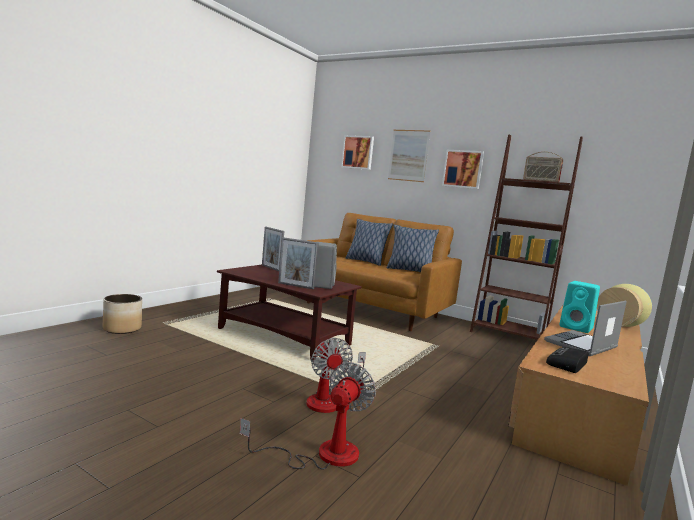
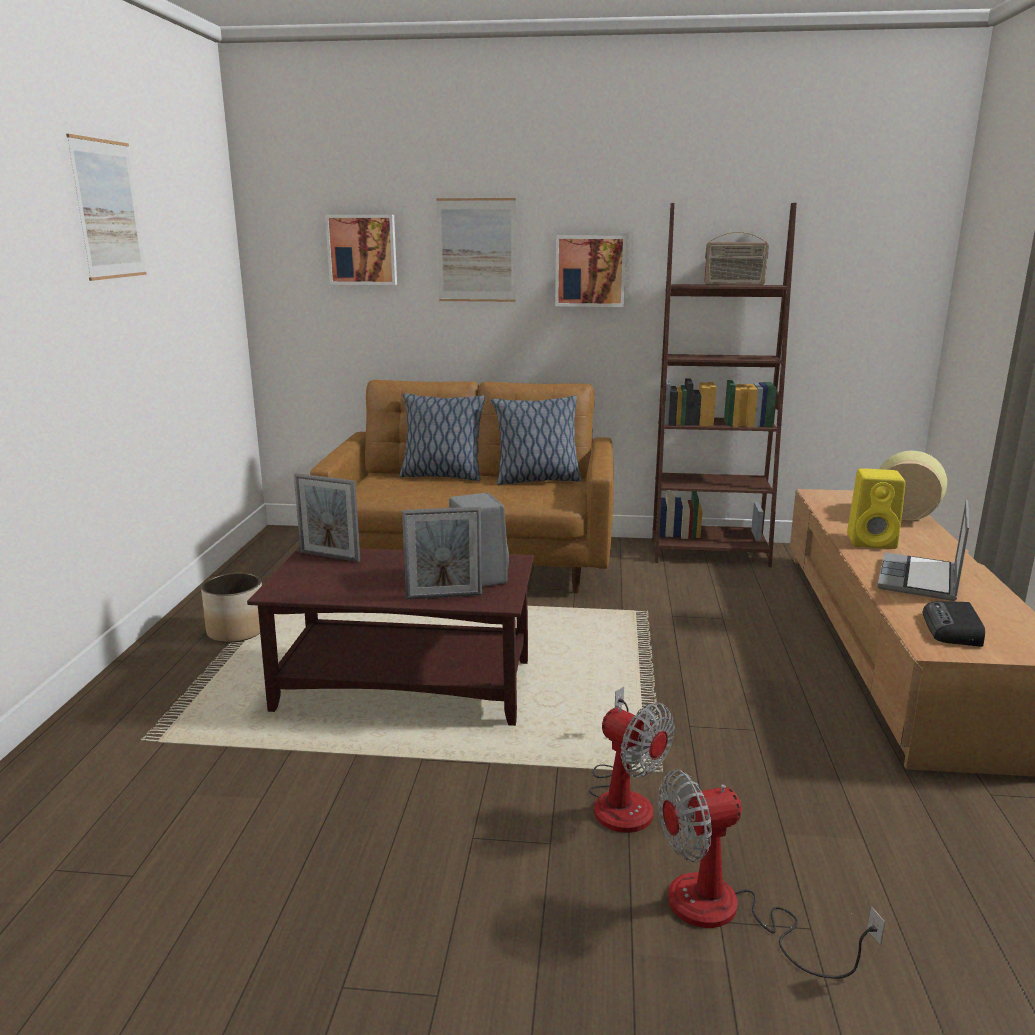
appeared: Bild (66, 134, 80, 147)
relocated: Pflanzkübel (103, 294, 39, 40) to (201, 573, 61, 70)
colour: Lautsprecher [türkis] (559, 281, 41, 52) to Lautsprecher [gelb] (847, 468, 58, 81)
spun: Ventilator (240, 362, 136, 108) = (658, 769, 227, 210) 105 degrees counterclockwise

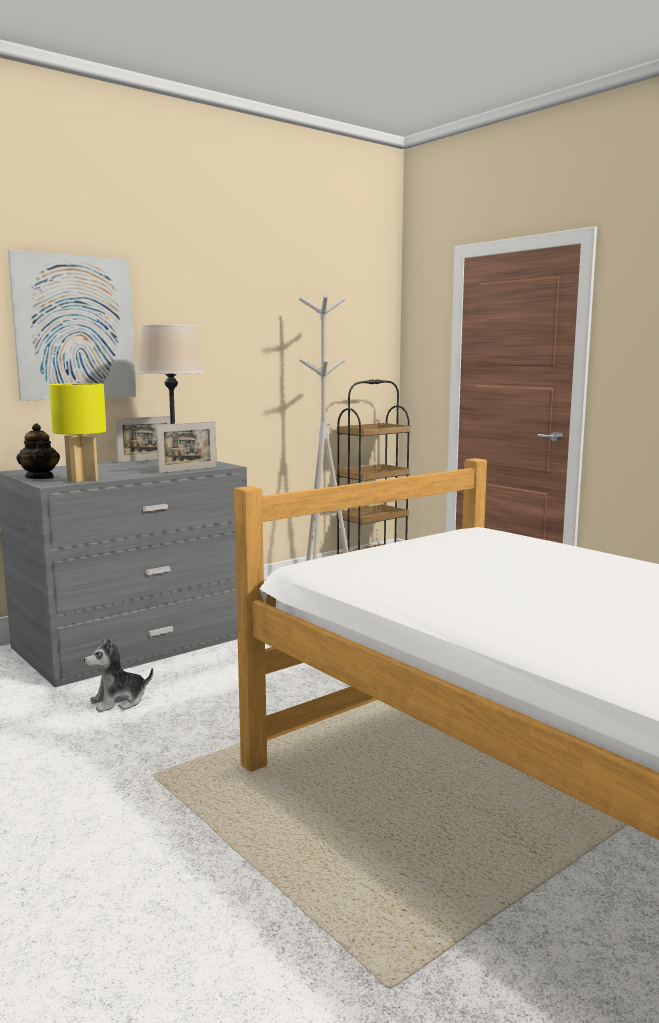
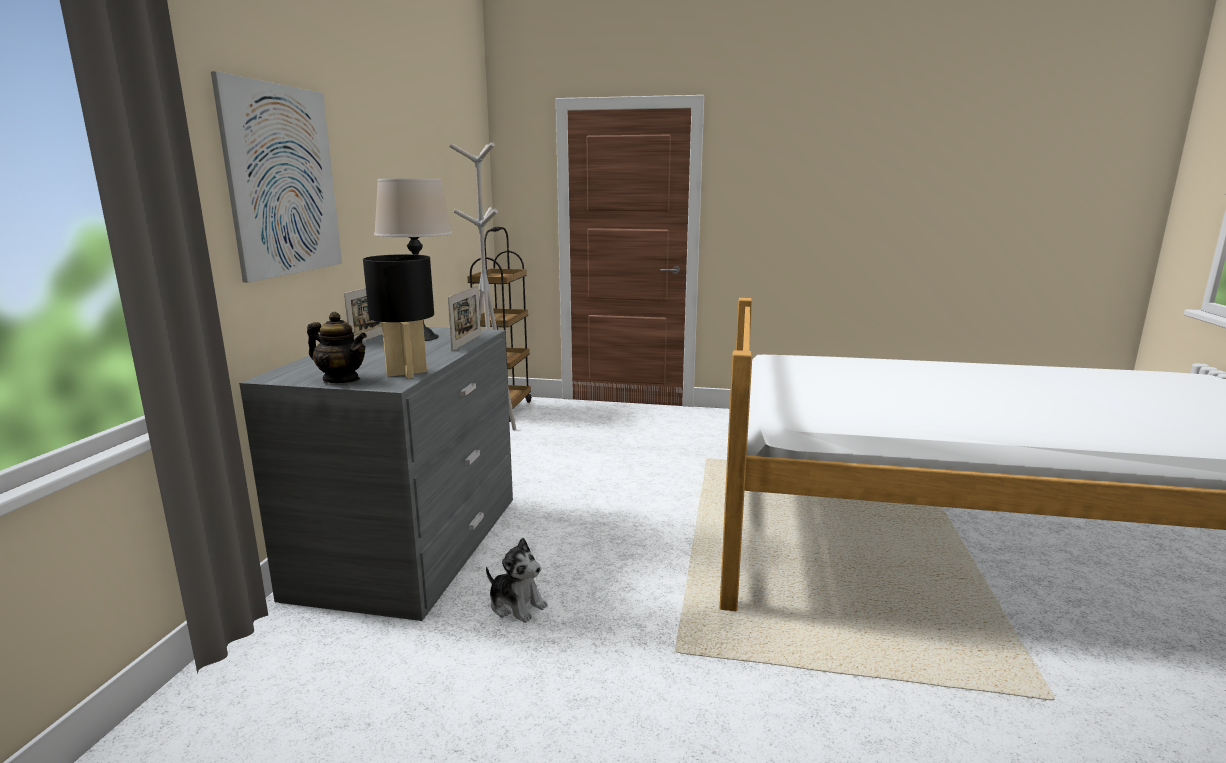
colour: Tischlampe [gelb] (49, 383, 57, 100) to Tischlampe [schwarz] (363, 254, 71, 125)
spun: Plüschtier (84, 638, 69, 74) = (486, 537, 62, 86) 75 degrees counterclockwise

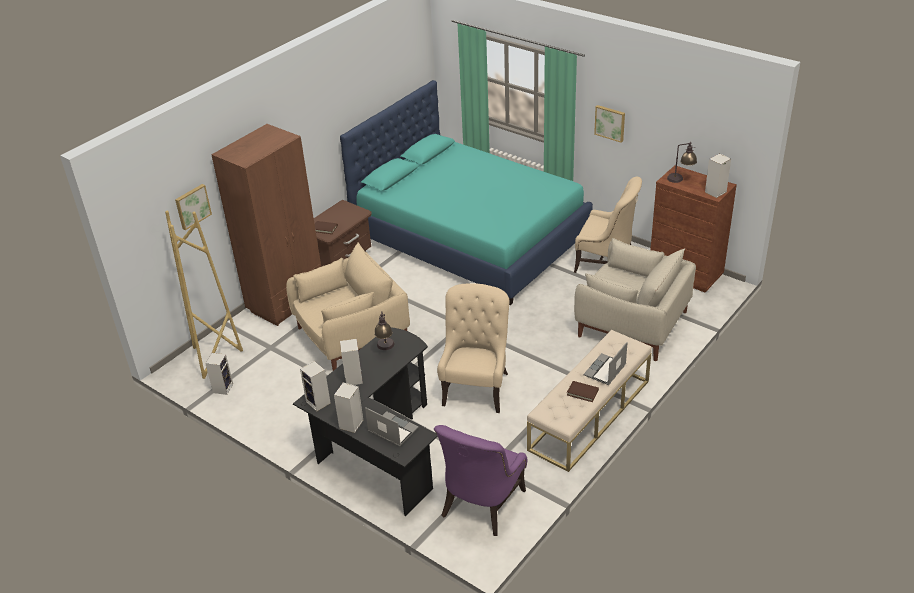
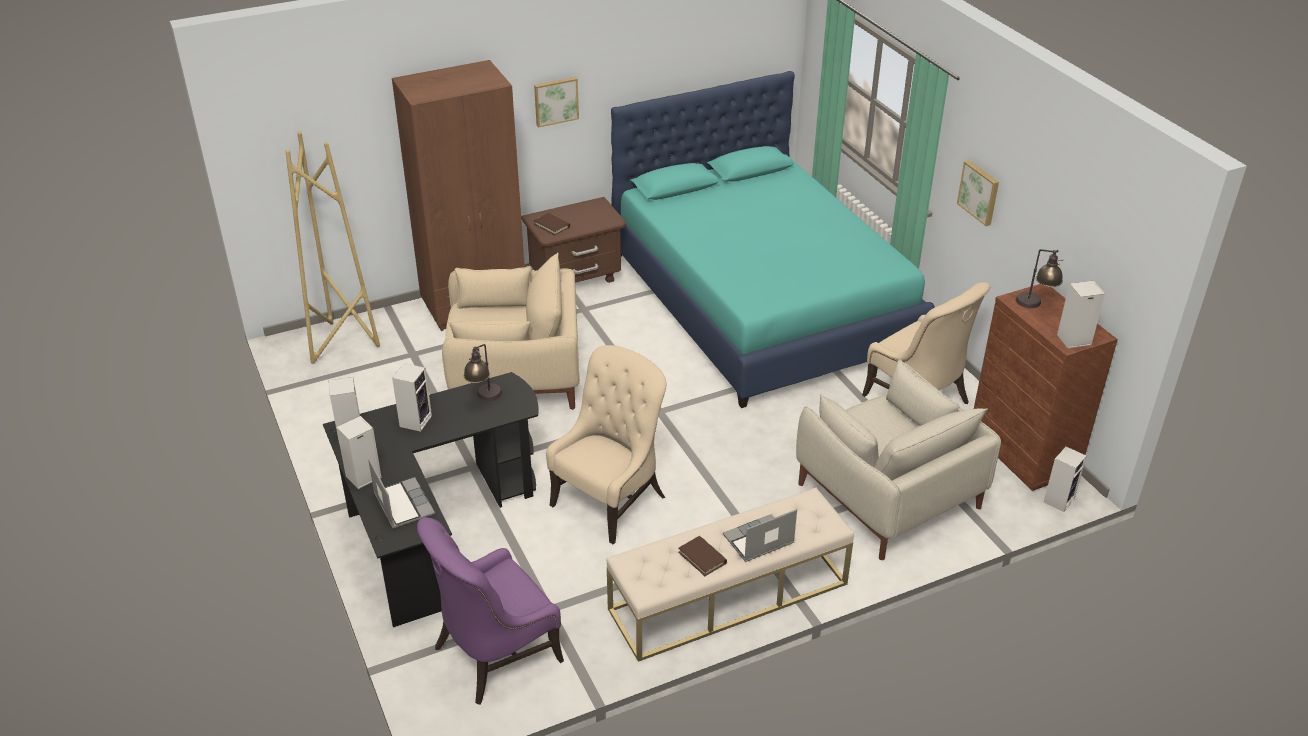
relocated: Bild (175, 184, 37, 46) to (534, 77, 45, 51); Lautsprecher (205, 353, 28, 42) to (1044, 446, 43, 66)

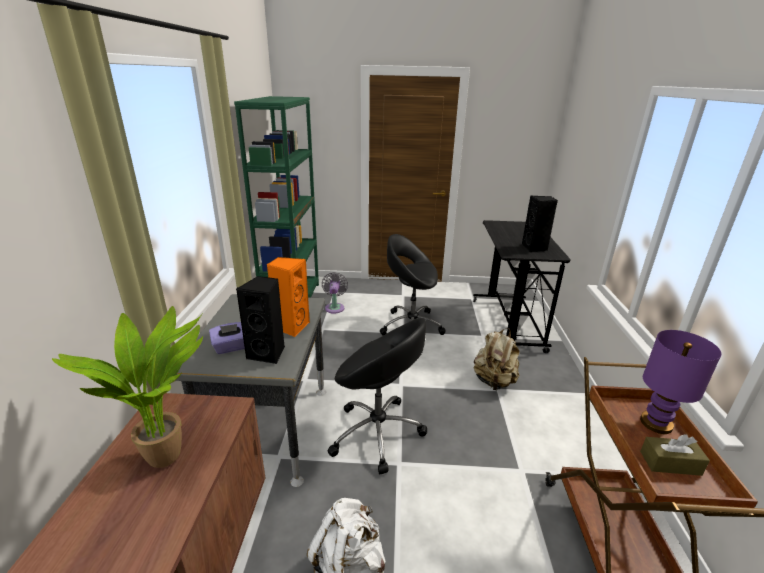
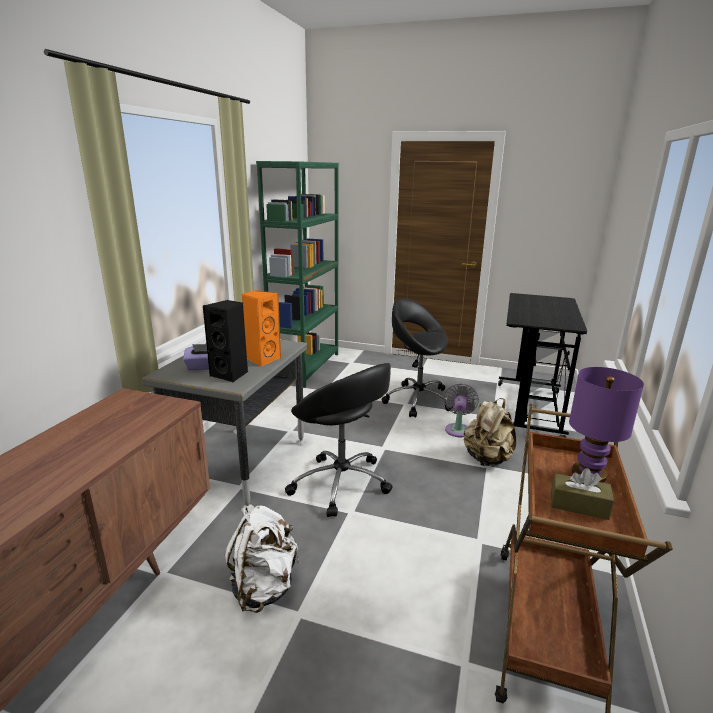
missing: Lautsprecher [schwarz] (522, 195, 36, 57); Topfpflanze (52, 306, 151, 162)
relocated: Ventilator [grau] (322, 272, 26, 42) to (444, 384, 35, 53)

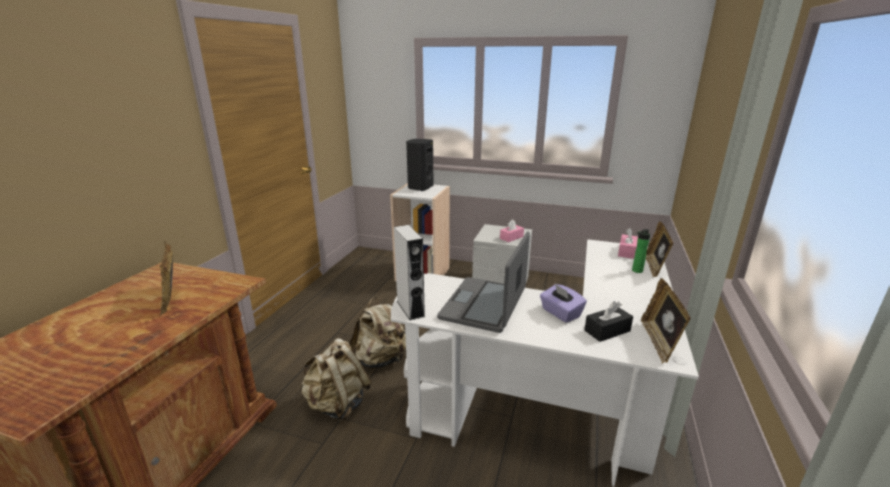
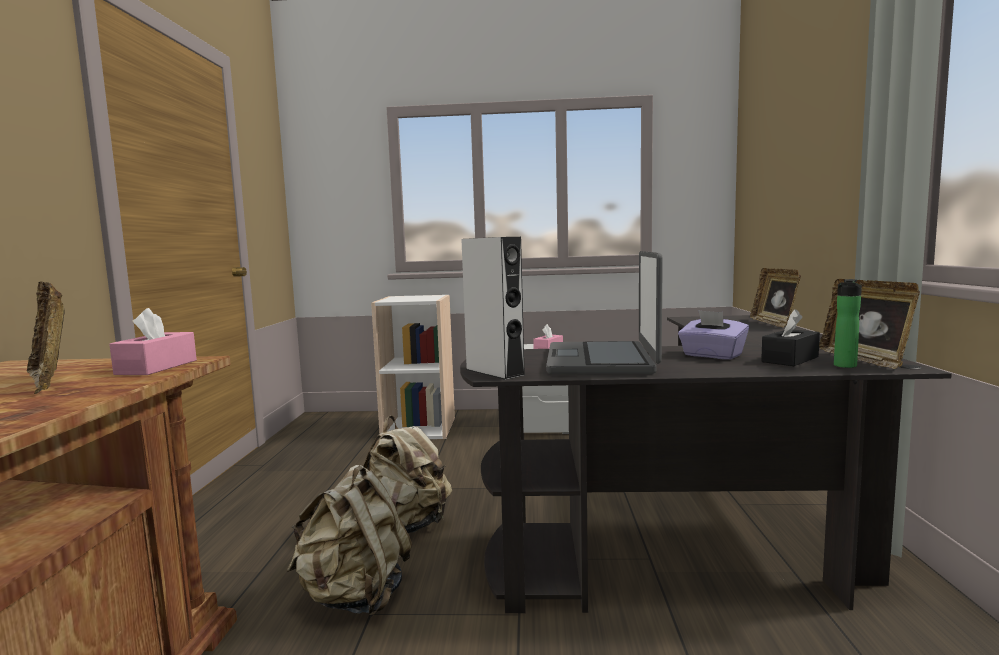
missing: Lautsprecher [schwarz] (406, 139, 28, 52)
relocated: Taschentuchbox [rosa] (618, 228, 20, 31) to (109, 308, 88, 67); Flasche (632, 229, 18, 44) to (834, 279, 28, 89)
colour: Schreibtisch [weiß] (391, 239, 308, 247) to Schreibtisch [schwarz] (460, 315, 492, 298)

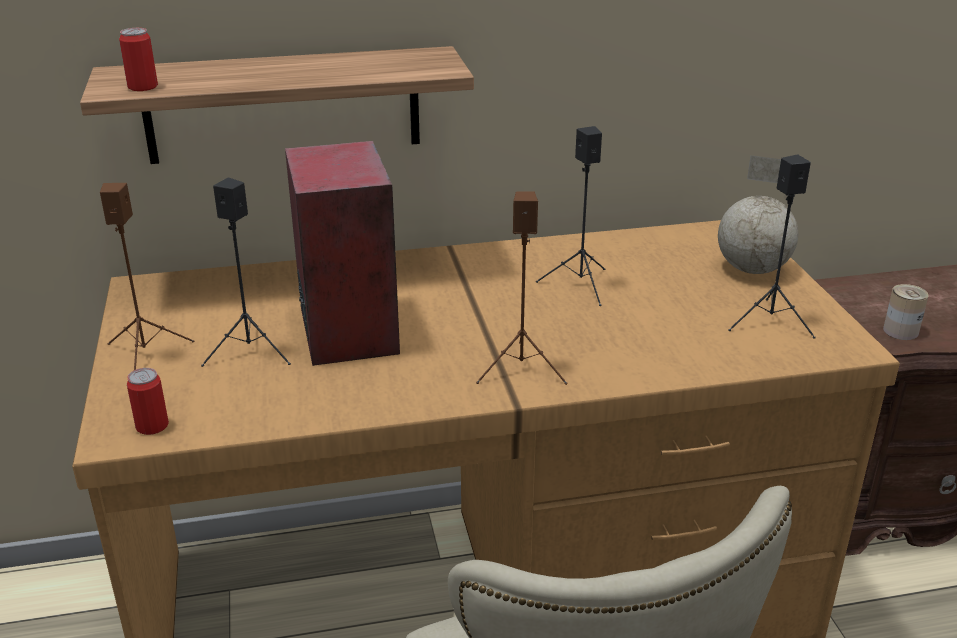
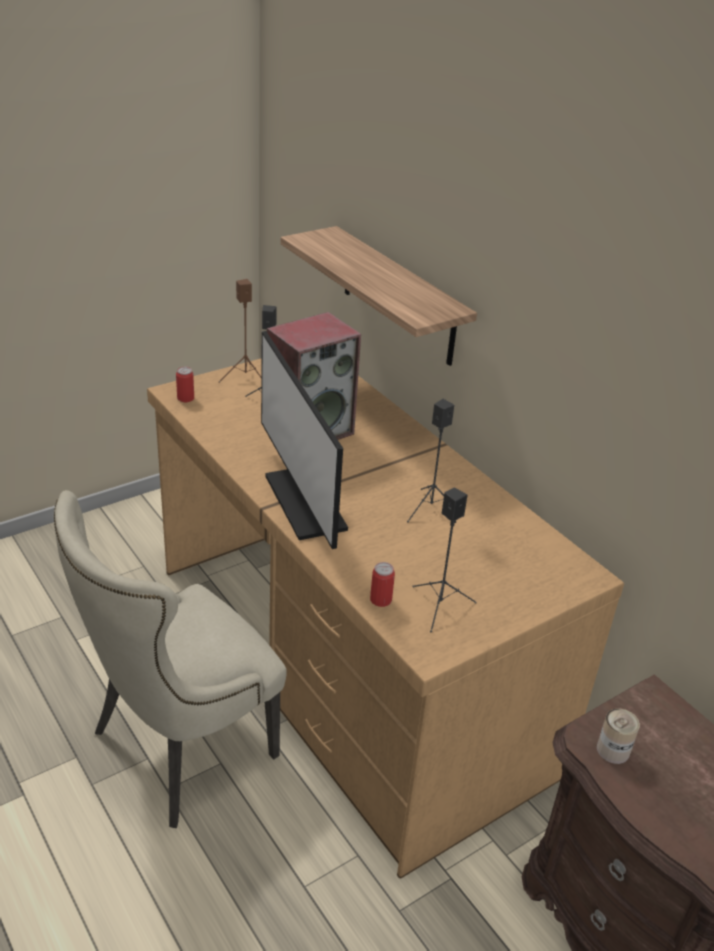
missing: Globus (718, 155, 80, 119)
relocated: Dose (119, 28, 39, 63) to (370, 562, 25, 45)
exchanged: Lautsprecher [braun] (476, 191, 91, 194) to Monitor (261, 331, 87, 218)

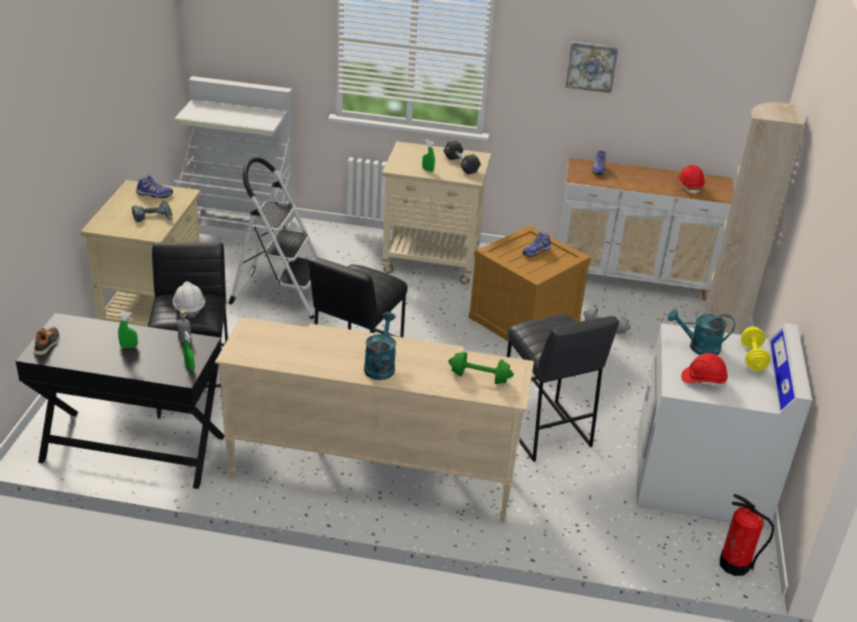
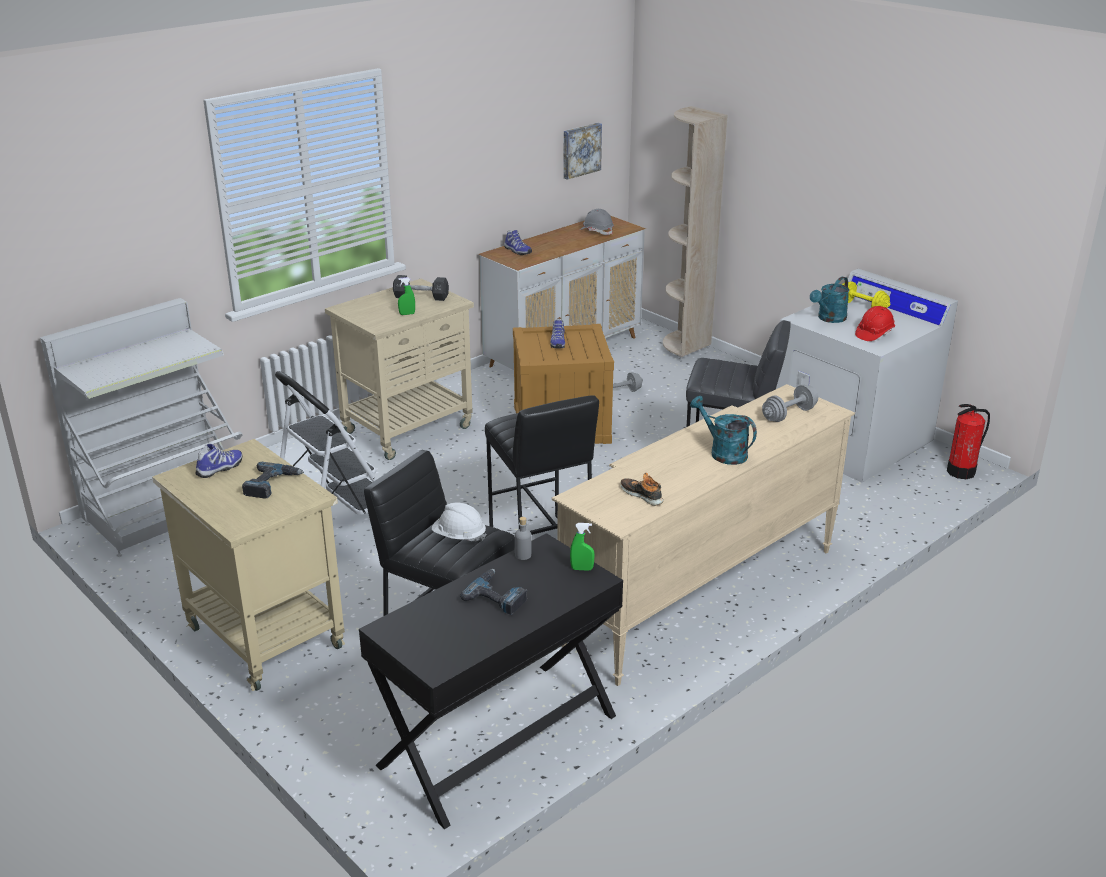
relocated: Bild (565, 41, 53, 52) to (563, 123, 39, 57); Schuh (33, 327, 27, 28) to (620, 473, 44, 33)
exchanged: Sprühflasche [grün] (118, 312, 20, 36) to Bohrmaschine (460, 569, 67, 46)
colour: Schutzhelm [rot] (678, 165, 27, 30) to Schutzhelm [grau] (580, 209, 34, 26); Hantel [grün] (448, 352, 66, 32) to Hantel [grau] (762, 385, 56, 37)

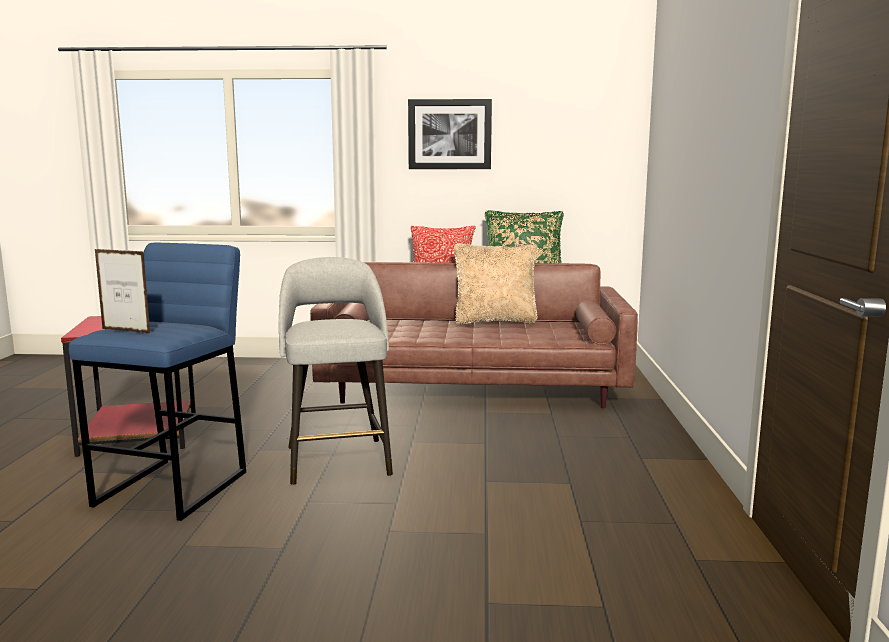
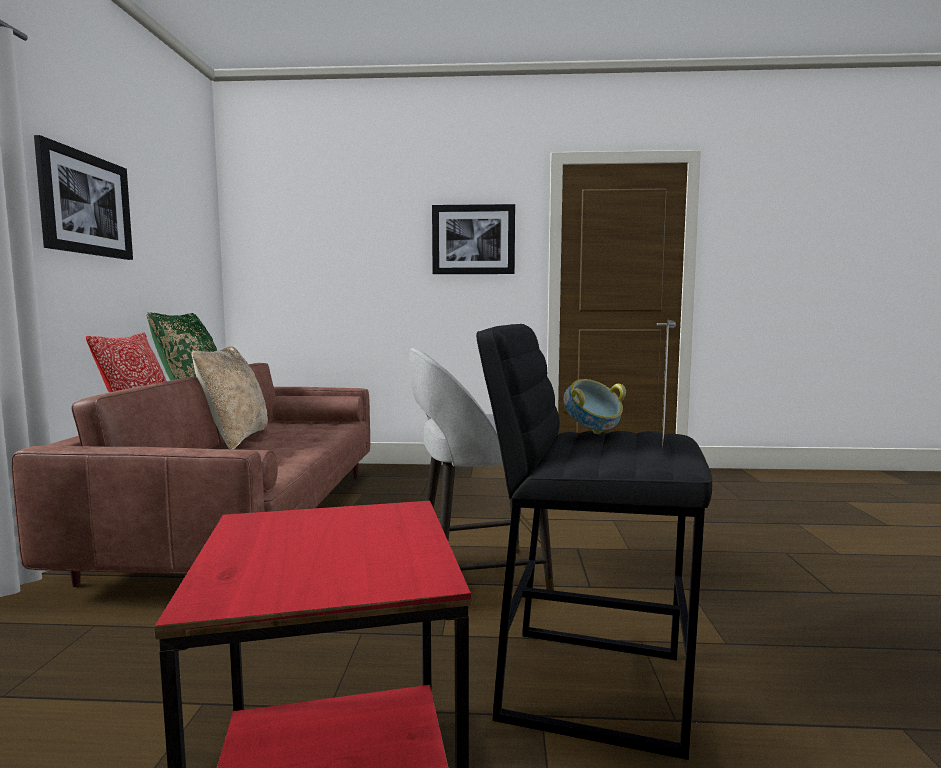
appeared: Bild (432, 204, 83, 70); Schüssel (563, 379, 63, 55)
colour: Hocker [blau] (68, 243, 178, 278) to Hocker [schwarz] (476, 324, 236, 436)

